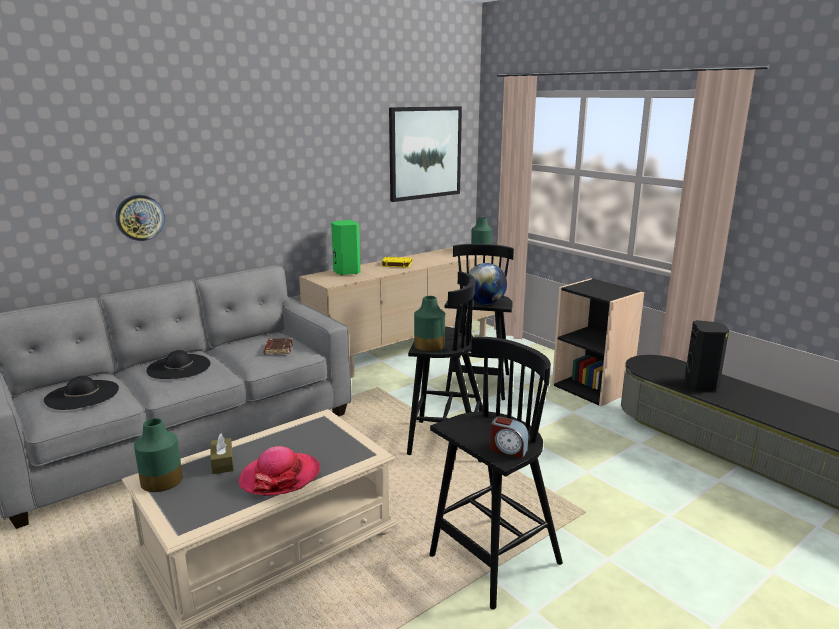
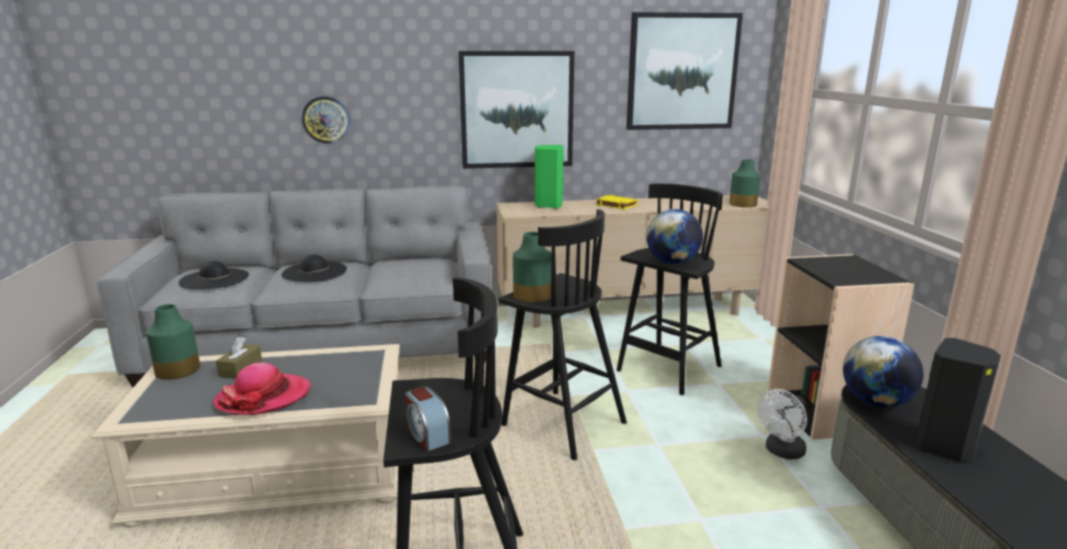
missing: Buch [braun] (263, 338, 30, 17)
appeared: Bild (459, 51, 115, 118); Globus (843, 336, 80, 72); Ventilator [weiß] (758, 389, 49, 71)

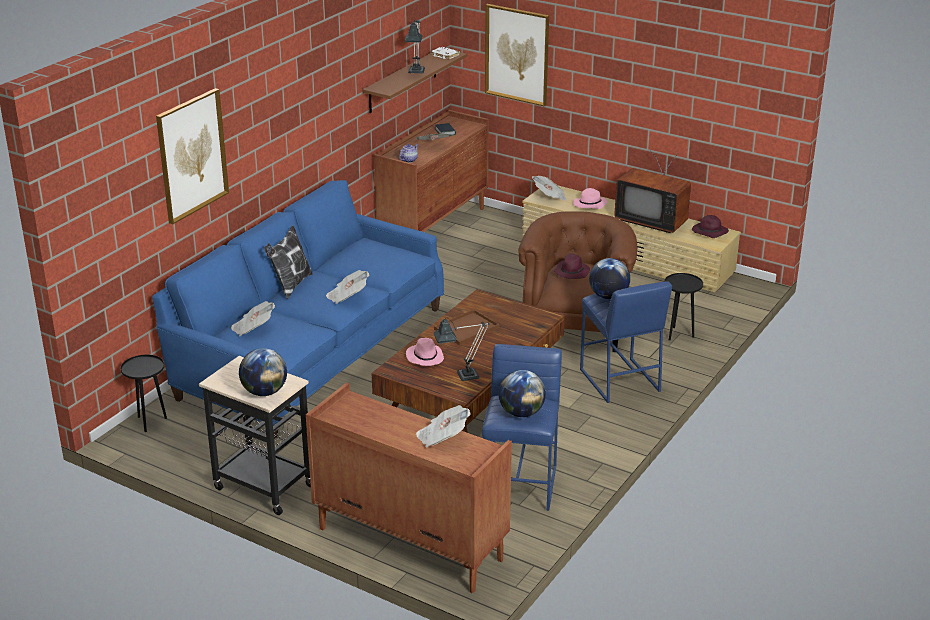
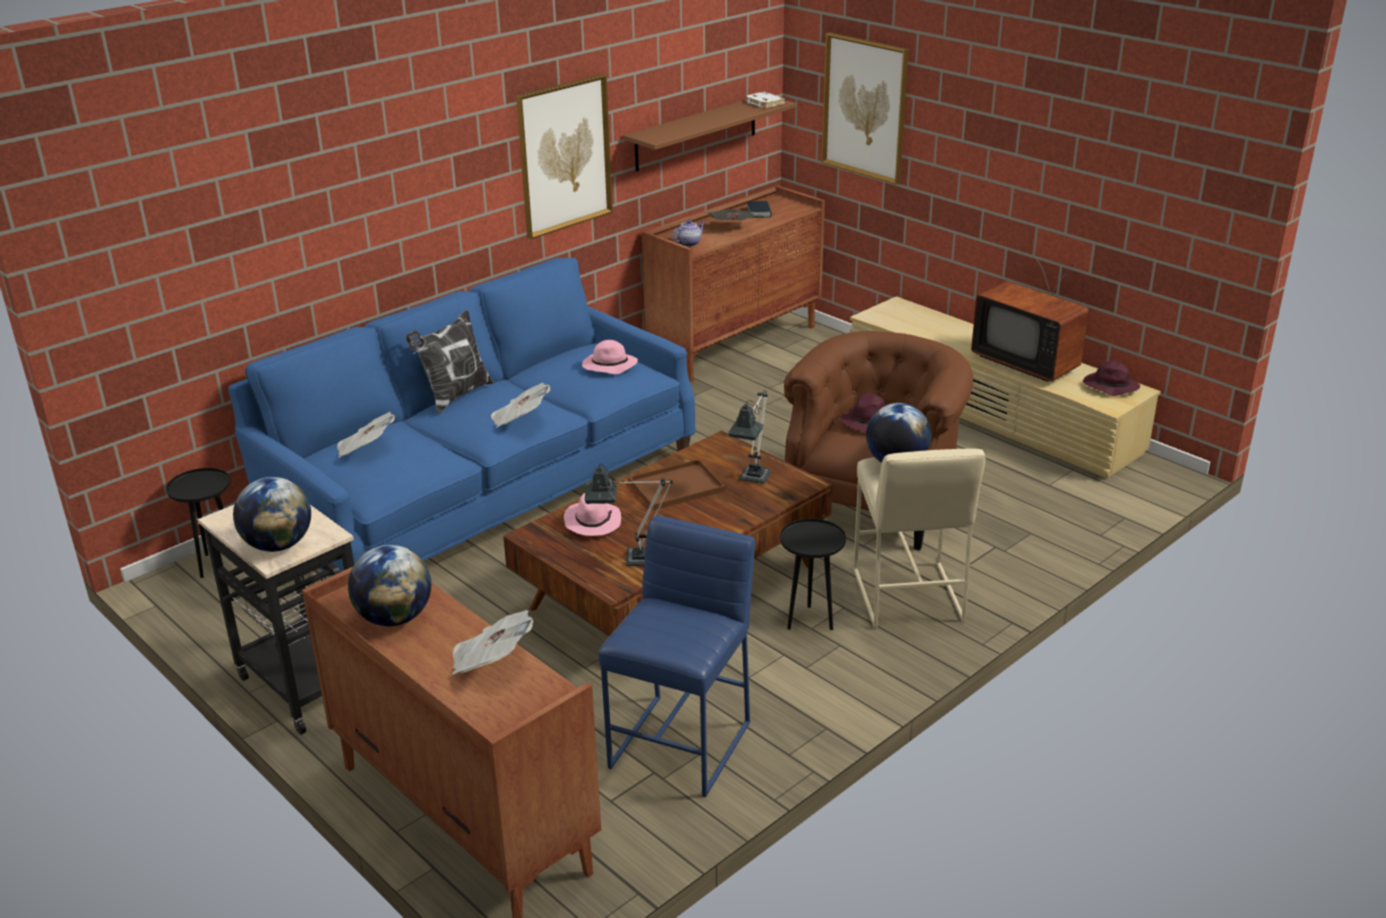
missing: Zeitung (532, 176, 35, 25)
relocated: Tischlampe (405, 20, 20, 53) to (728, 391, 44, 93); Bild (156, 88, 73, 136) to (516, 74, 97, 165); Hut [rosa] (573, 188, 35, 21) to (582, 340, 56, 35); Beistelltisch [schwarz] (664, 273, 39, 68) to (780, 519, 66, 111); Globus (499, 370, 47, 47) to (348, 544, 83, 82)
colour: Hocker [blau] (580, 281, 92, 122) to Hocker [beige] (853, 449, 133, 180)

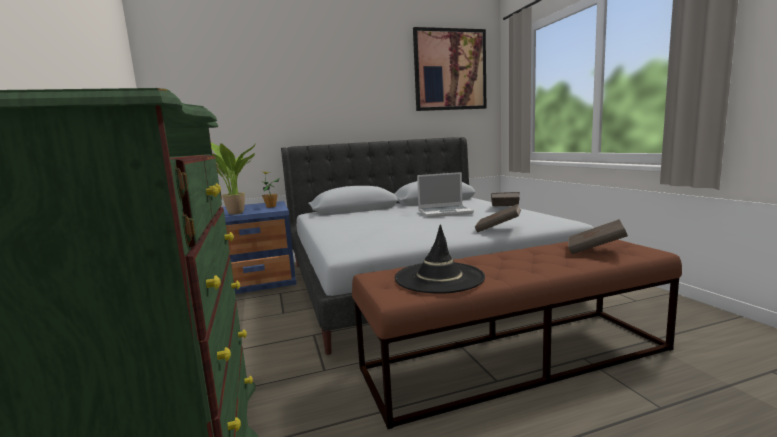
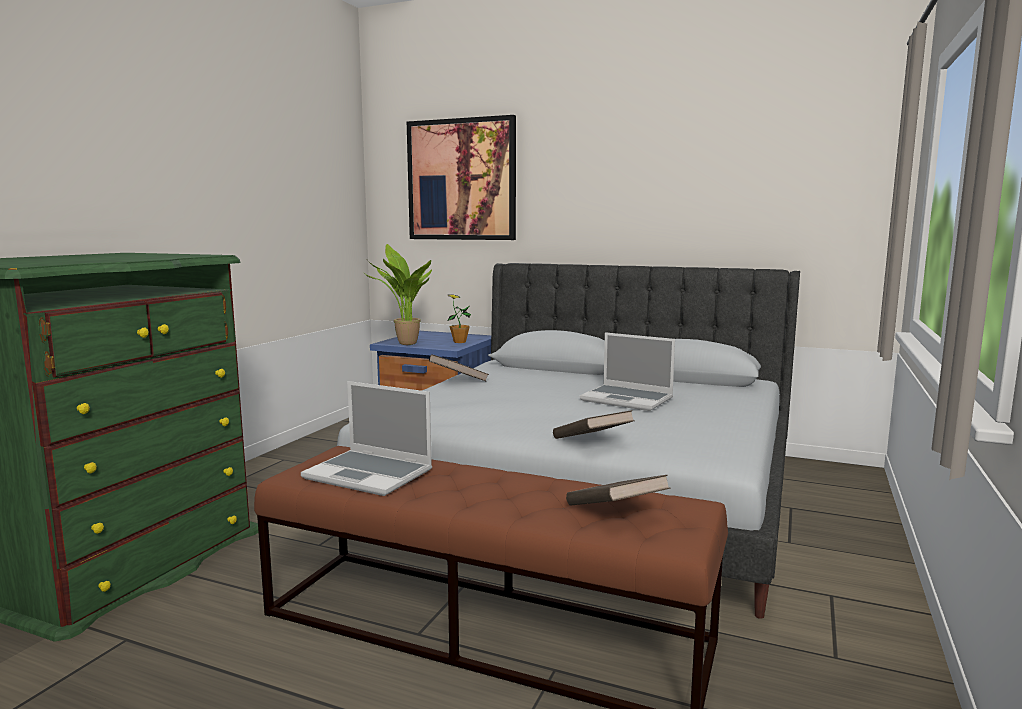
relocated: Bild (413, 27, 73, 84) to (407, 115, 109, 125); Buch [braun] (491, 192, 29, 14) to (429, 354, 60, 27)
exchanged: Hut [schwarz] (395, 224, 90, 70) to Laptop (301, 381, 131, 115)

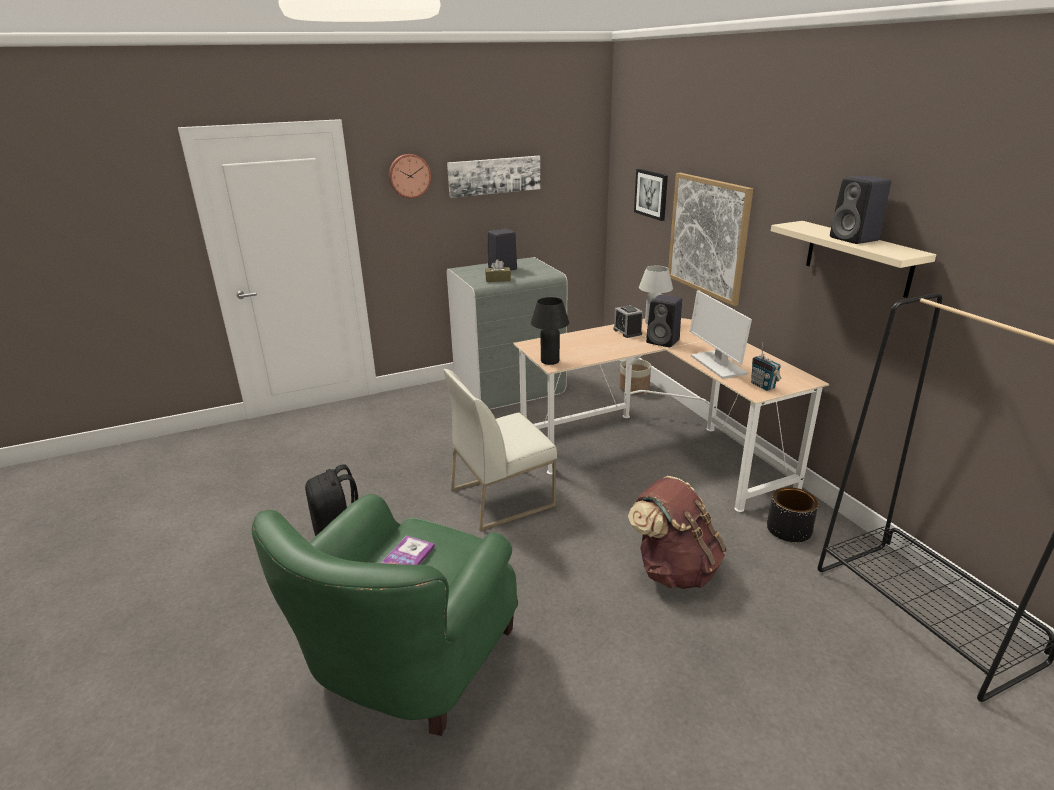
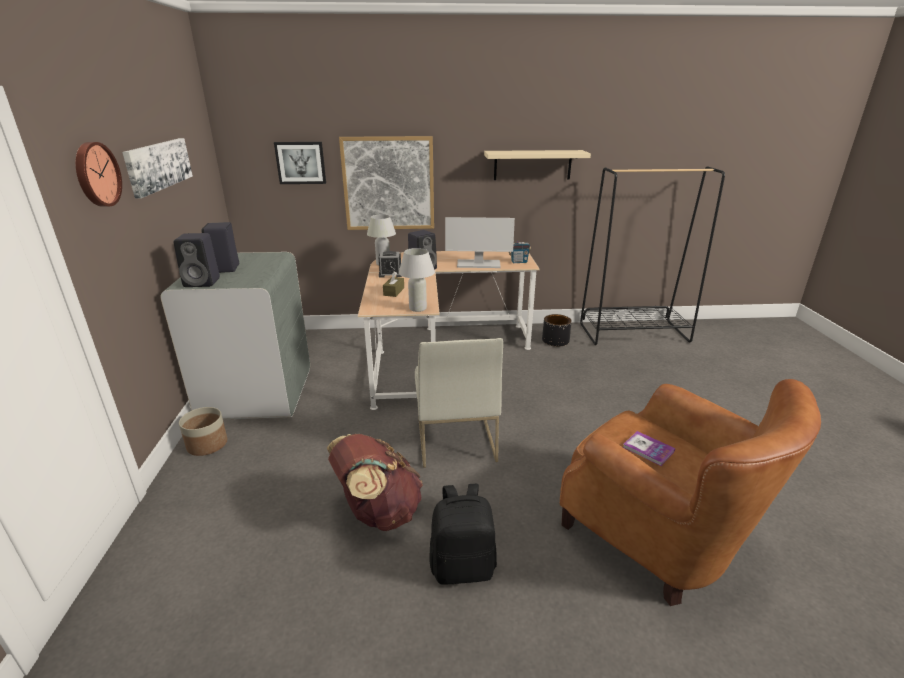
relocated: Lautsprecher [schwarz] (830, 175, 61, 69) to (173, 233, 47, 54); Taschentuchbox [braun] (485, 259, 26, 23) to (383, 271, 21, 26); Pflanzkübel (619, 359, 32, 35) to (179, 407, 48, 49); Rucksack [braun] (628, 476, 99, 113) to (327, 434, 96, 97)
colour: Tischlampe [schwarz] (531, 297, 38, 68) to Tischlampe [weiß] (399, 248, 36, 64); Sessel [grün] (252, 494, 266, 242) to Sessel [braun] (560, 379, 261, 227)

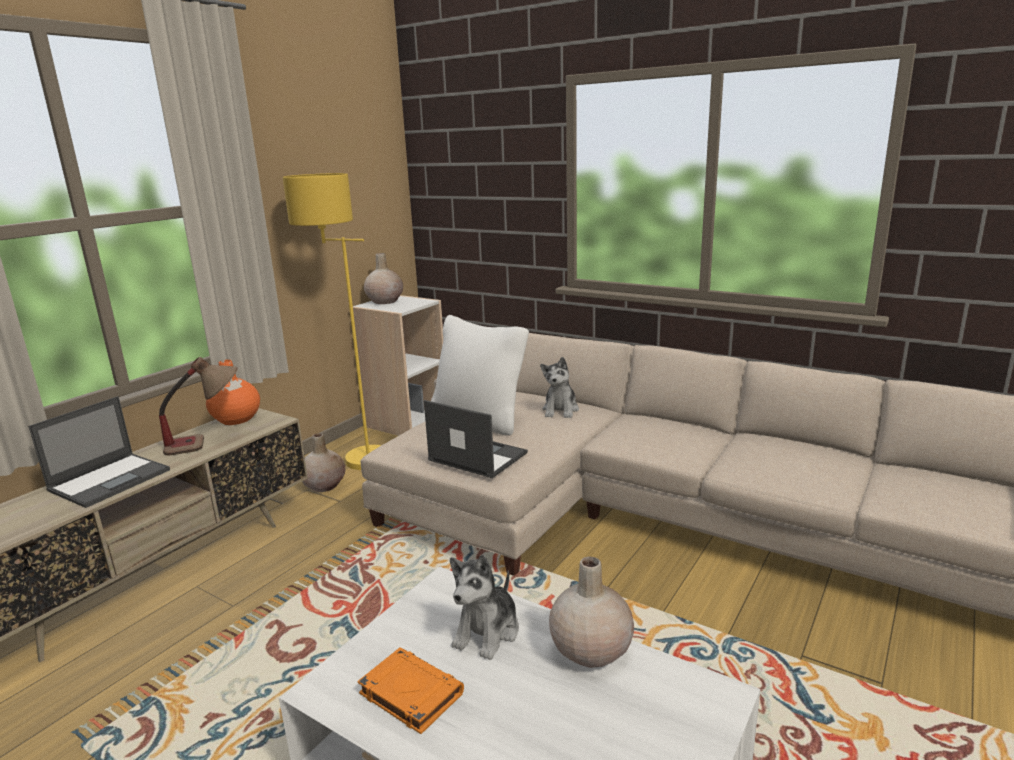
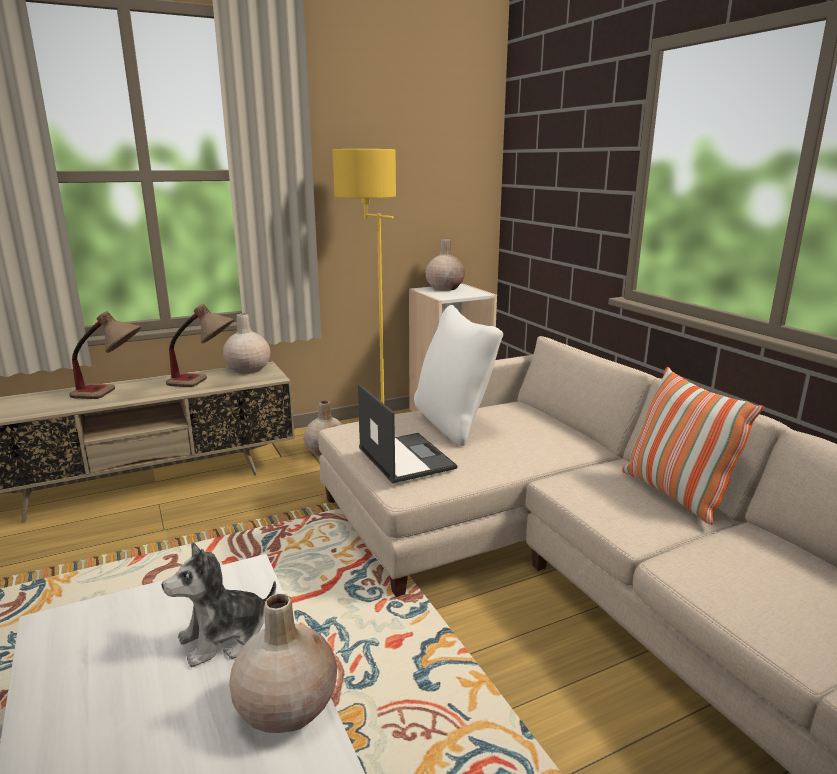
missing: Plüschtier (540, 357, 39, 61); Buch [orange] (357, 647, 107, 87)
appeared: Kissen (622, 367, 142, 158)
exchanged: Laptop (28, 396, 142, 112) to Tischlampe (69, 311, 72, 88)
colour: Vase [orange] (206, 360, 54, 65) to Vase [beige] (223, 313, 47, 61)

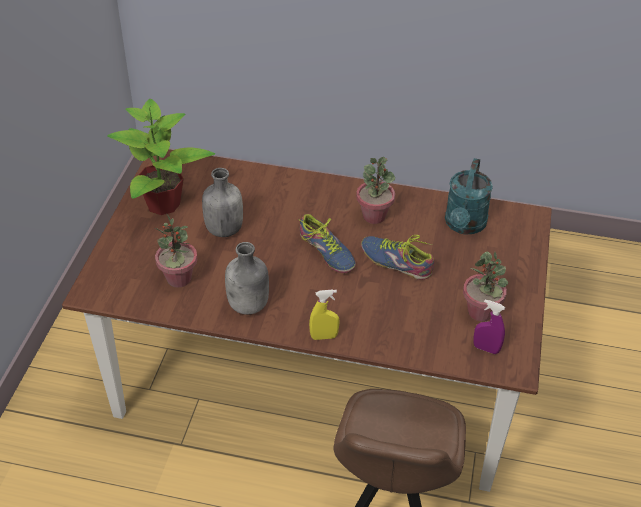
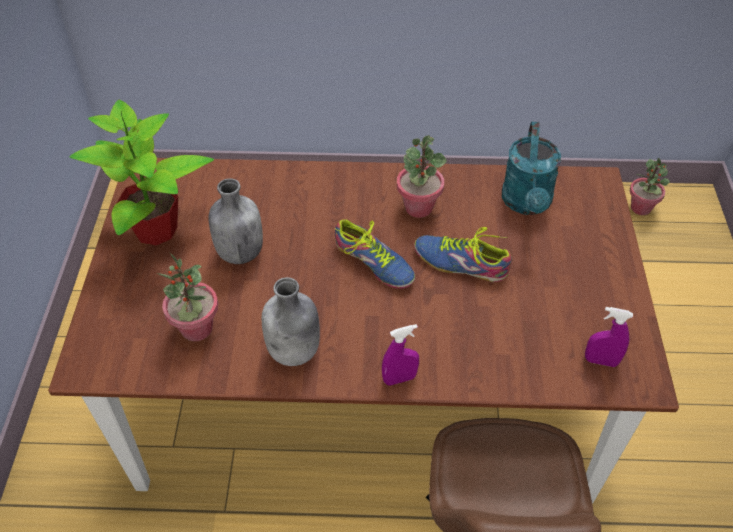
relocated: Topfpflanze (463, 252, 45, 69) to (630, 158, 40, 57)
colour: Sprühflasche [gelb] (309, 289, 31, 51) to Sprühflasche [lila] (382, 324, 37, 62)

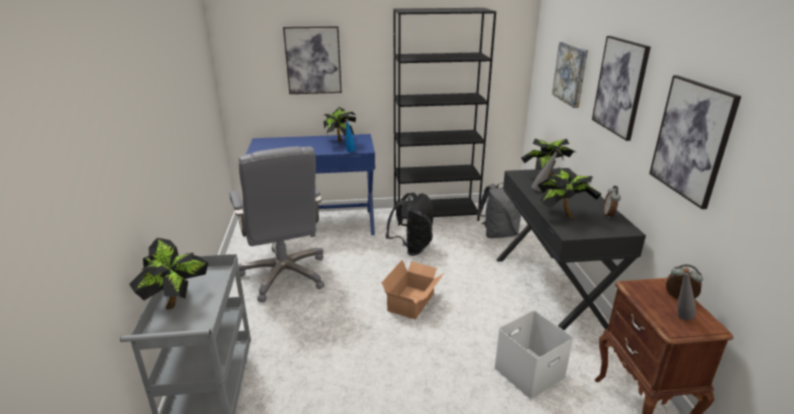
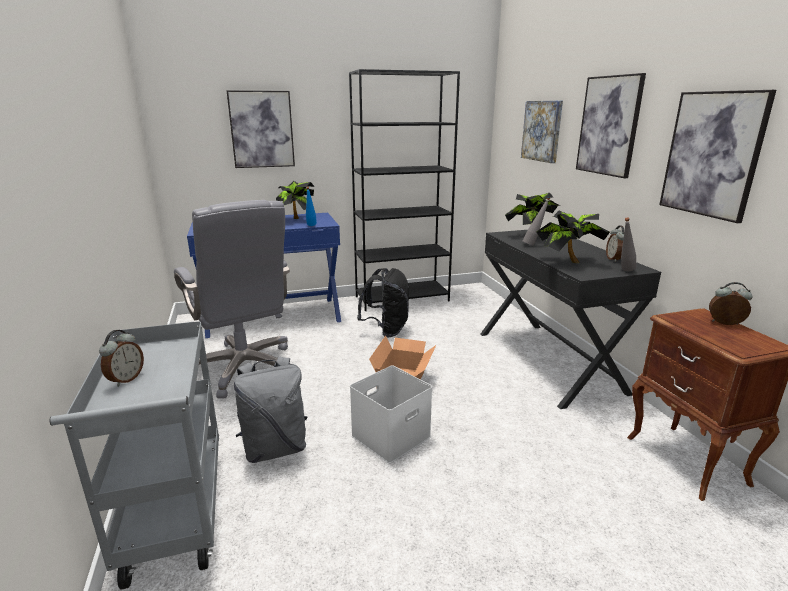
relocated: Rucksack [grau] (477, 183, 44, 55) to (234, 356, 74, 107); Flasche [grau] (677, 268, 19, 52) to (621, 217, 15, 54); Aufbewahrungsbox [weiß] (494, 311, 79, 89) to (350, 365, 82, 98)
exchanged: Topfpflanze (129, 238, 79, 72) to Wecker (99, 330, 45, 57)

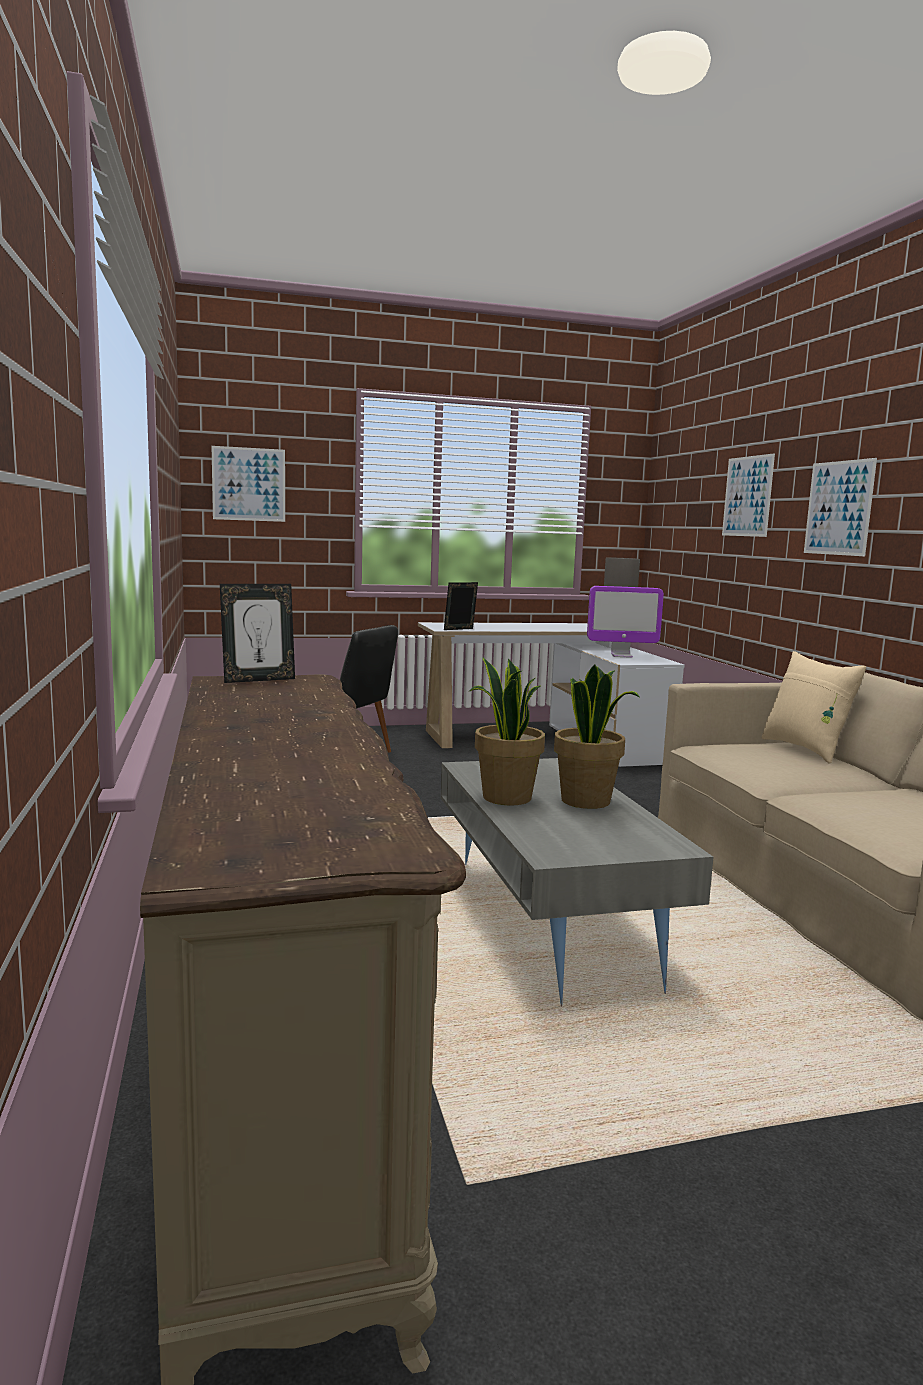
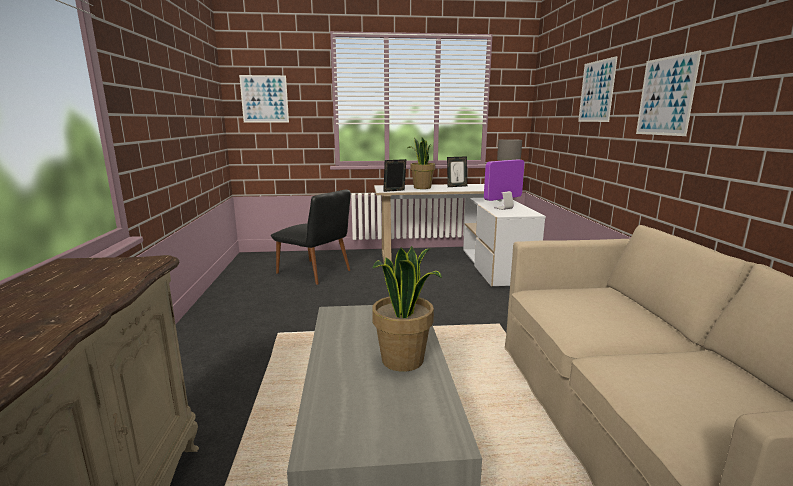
missing: Kissen [beige] (761, 651, 105, 113)
relocated: Bilderrahmen (220, 584, 75, 99) to (447, 156, 20, 31); Topfpflanze (468, 657, 77, 149) to (408, 137, 27, 52)
spun: Monitor (587, 586, 77, 72) = (484, 159, 41, 51) 135 degrees clockwise

